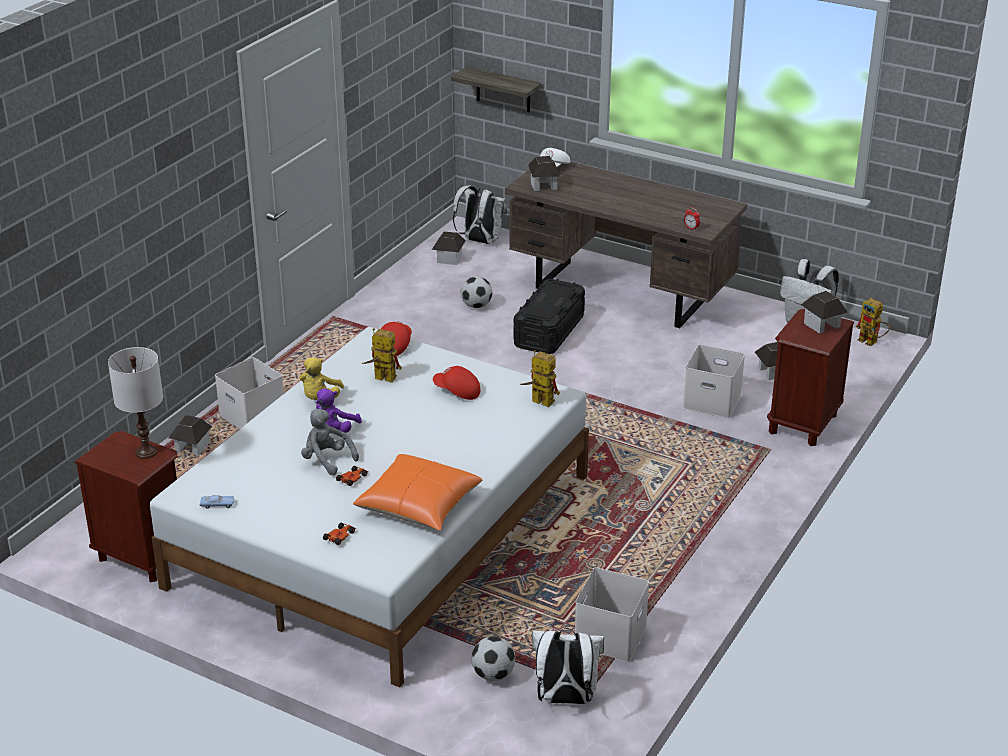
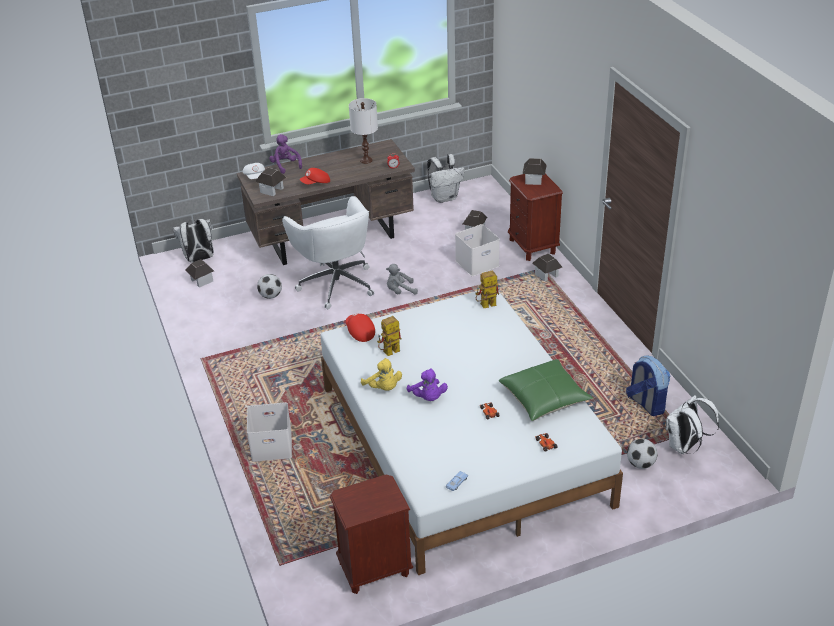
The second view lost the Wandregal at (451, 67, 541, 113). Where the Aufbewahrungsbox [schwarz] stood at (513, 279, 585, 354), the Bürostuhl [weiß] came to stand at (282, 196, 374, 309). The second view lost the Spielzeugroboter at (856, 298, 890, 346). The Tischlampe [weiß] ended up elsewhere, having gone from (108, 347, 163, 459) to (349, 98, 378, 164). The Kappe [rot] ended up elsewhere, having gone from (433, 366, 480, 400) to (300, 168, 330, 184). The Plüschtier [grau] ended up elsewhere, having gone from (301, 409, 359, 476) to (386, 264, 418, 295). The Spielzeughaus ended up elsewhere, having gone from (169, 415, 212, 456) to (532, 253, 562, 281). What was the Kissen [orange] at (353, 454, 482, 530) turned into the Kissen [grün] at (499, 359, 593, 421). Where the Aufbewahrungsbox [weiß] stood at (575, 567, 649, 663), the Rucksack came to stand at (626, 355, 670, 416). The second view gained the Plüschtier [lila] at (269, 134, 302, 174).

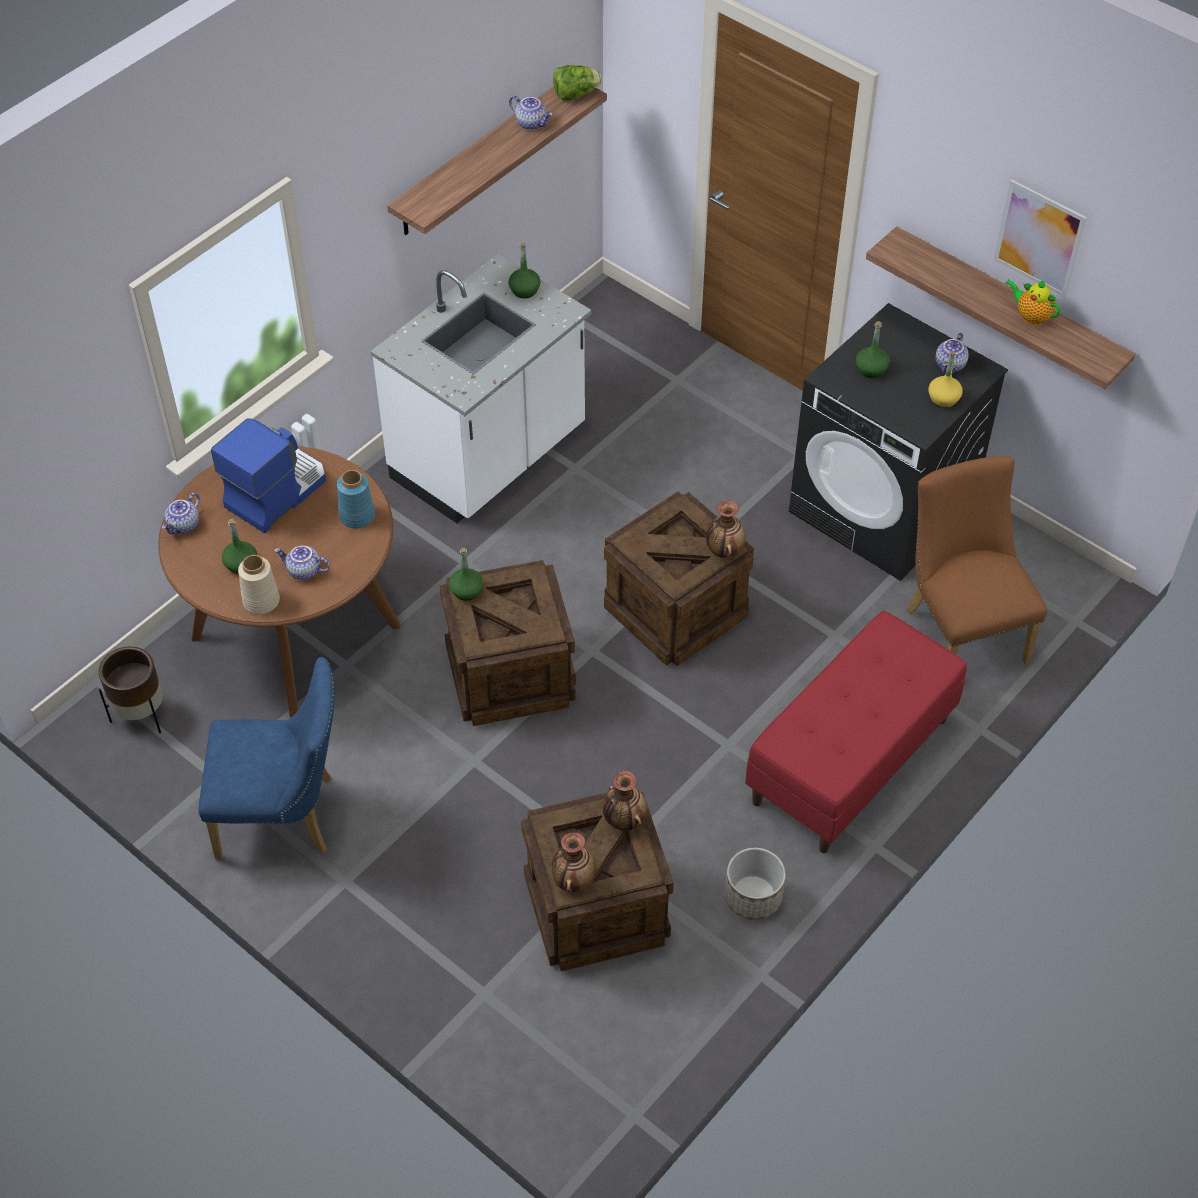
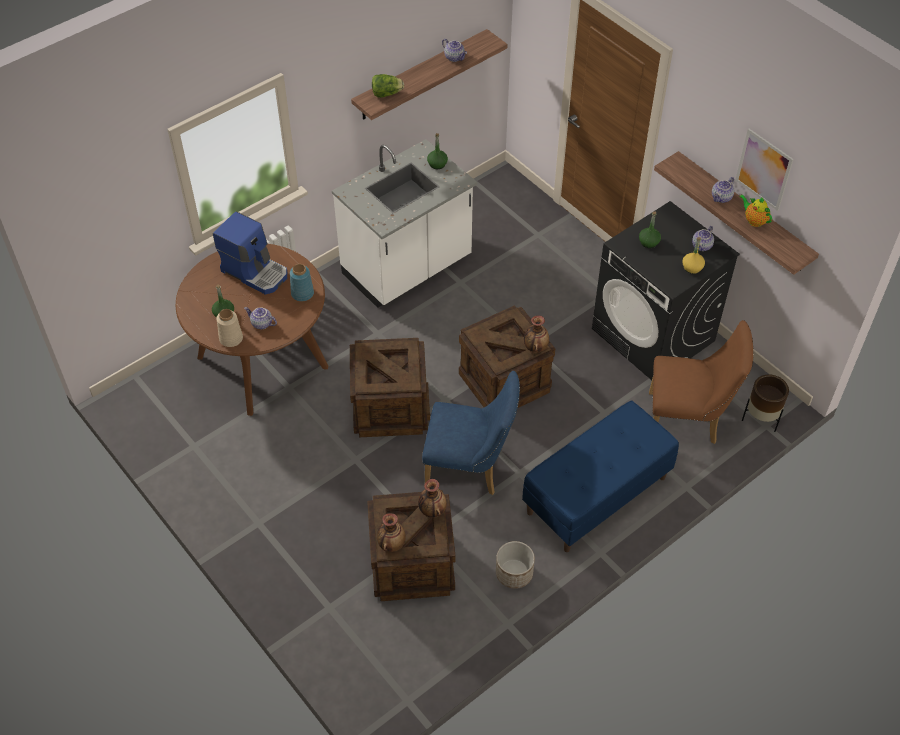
The Salatkopf ended up elsewhere, having gone from (553, 65, 602, 101) to (372, 74, 404, 98). The Kaffeemaschine at (211, 418, 326, 533) ended up facing another way, 75 degrees clockwise from before. The Stuhl [braun] at (906, 456, 1047, 664) ended up facing another way, 105 degrees clockwise from before. The Teekanne ended up elsewhere, having gone from (162, 493, 200, 534) to (712, 177, 734, 203). The second view lost the Flasche [grün] at (449, 548, 483, 601). What was the Bank [rot] at (745, 611, 967, 853) turned into the Bank [blau] at (522, 401, 679, 552). The Pflanzkübel [braun] ended up elsewhere, having gone from (99, 647, 163, 733) to (742, 374, 789, 432). The Stuhl [blau] ended up elsewhere, having gone from (198, 657, 334, 859) to (422, 371, 520, 495).

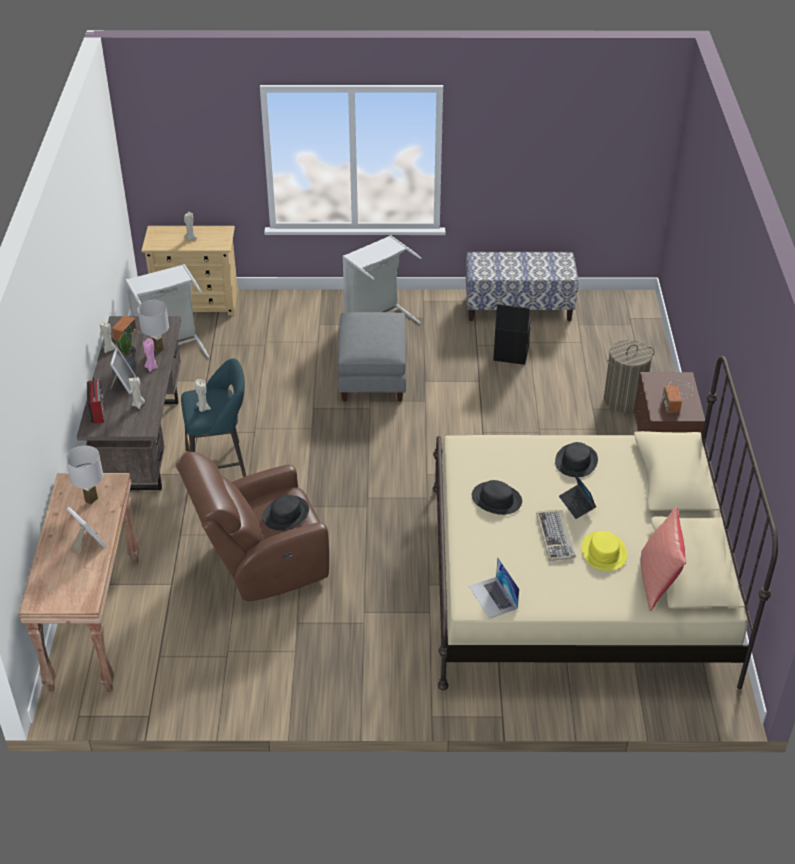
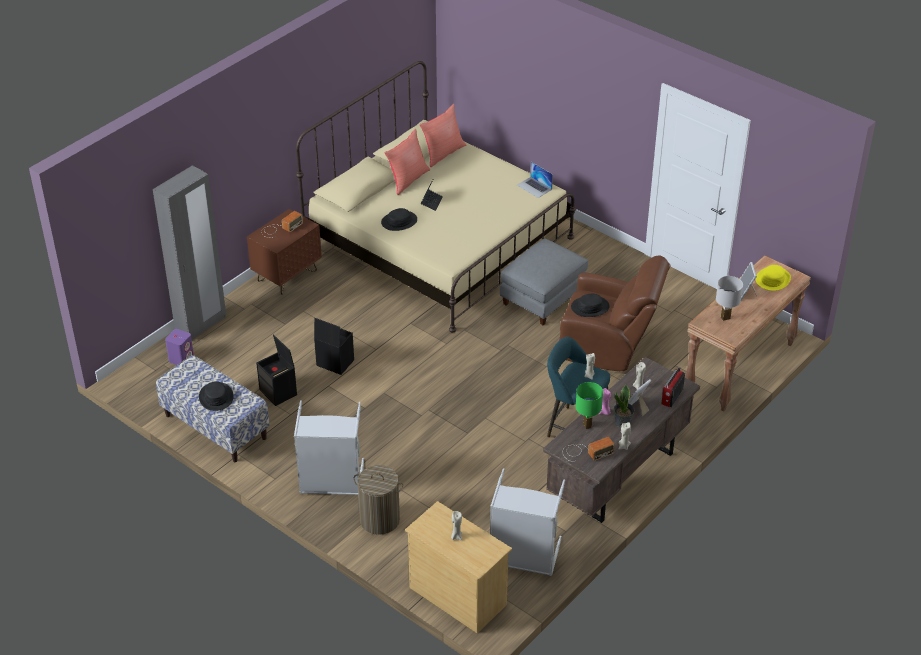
What was the Tischlampe [weiß] at (137, 300, 169, 353) turned into the Tischlampe [grün] at (575, 382, 603, 429). The Polsterhocker [grau] ended up elsewhere, having gone from (338, 312, 406, 401) to (500, 238, 588, 325). The Wäschekorb ended up elsewhere, having gone from (604, 340, 654, 413) to (353, 465, 403, 535). The Hut [schwarz] ended up elsewhere, having gone from (472, 480, 522, 515) to (199, 381, 234, 411). The second view lost the Tastatur at (536, 510, 576, 561). The Hut [gelb] ended up elsewhere, having gone from (581, 531, 627, 571) to (756, 265, 791, 291). The Laptop at (469, 557, 519, 619) ended up facing another way, 120 degrees clockwise from before. The second view gained the Kissen [rot] at (385, 129, 430, 195). The second view gained the Kleiderschrank [grau] at (153, 165, 226, 340). The second view gained the Aufbewahrungsbox [schwarz] at (314, 318, 354, 375). The second view gained the Lautsprecher [lila] at (165, 329, 194, 365).

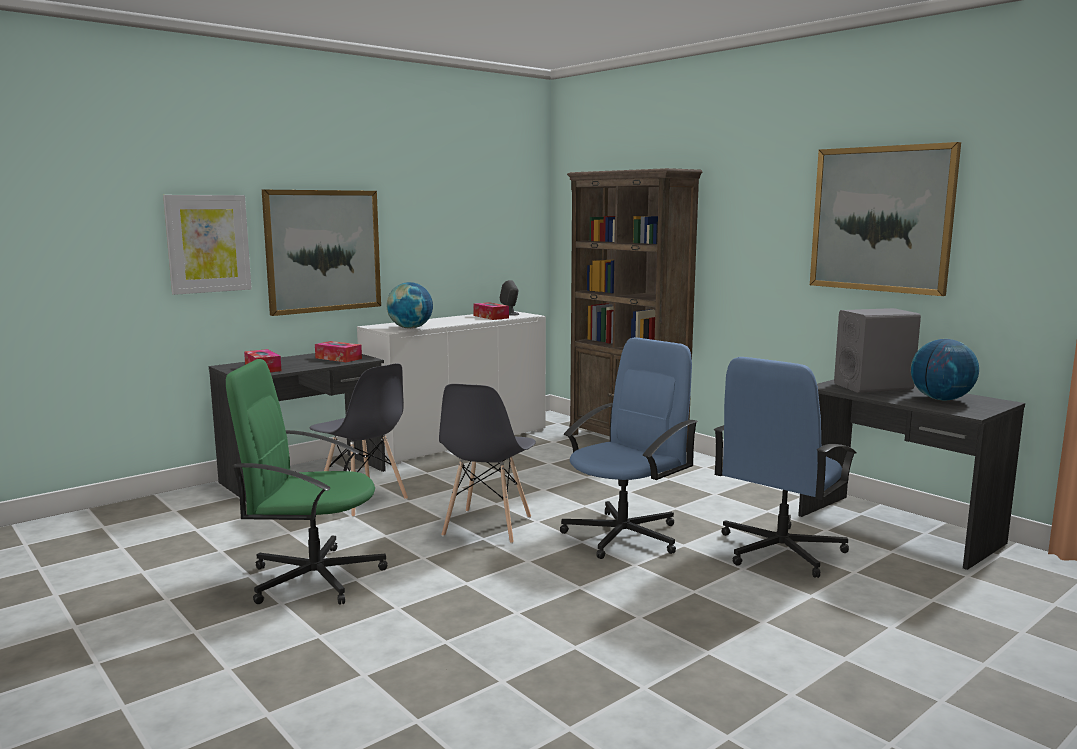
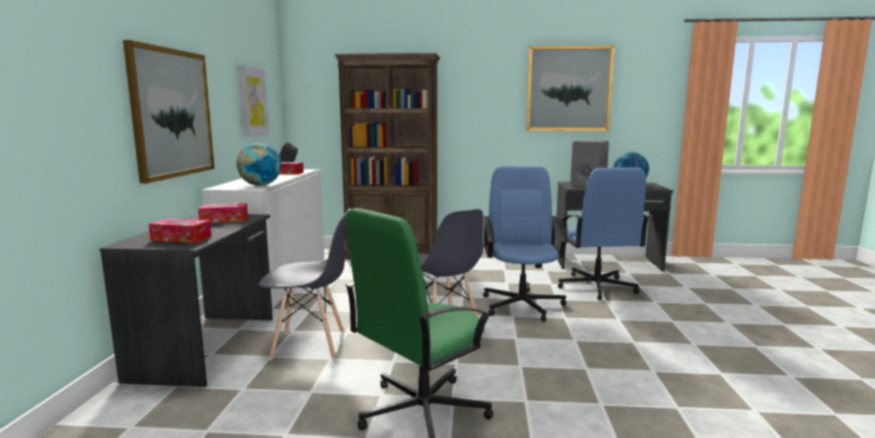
The Bild ended up elsewhere, having gone from (163, 195, 252, 295) to (238, 65, 269, 137).

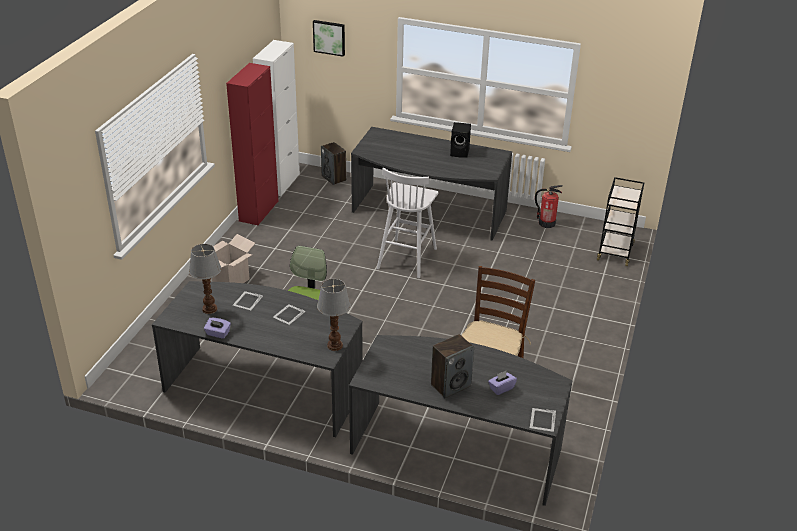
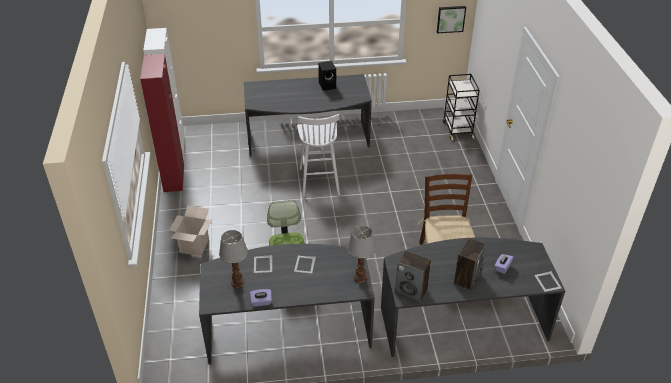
The Bild ended up elsewhere, having gone from (313, 20, 345, 57) to (437, 6, 466, 33). The Lautsprecher ended up elsewhere, having gone from (321, 142, 346, 185) to (395, 251, 431, 302). The second view lost the Feuerlöscher at (535, 185, 563, 228).

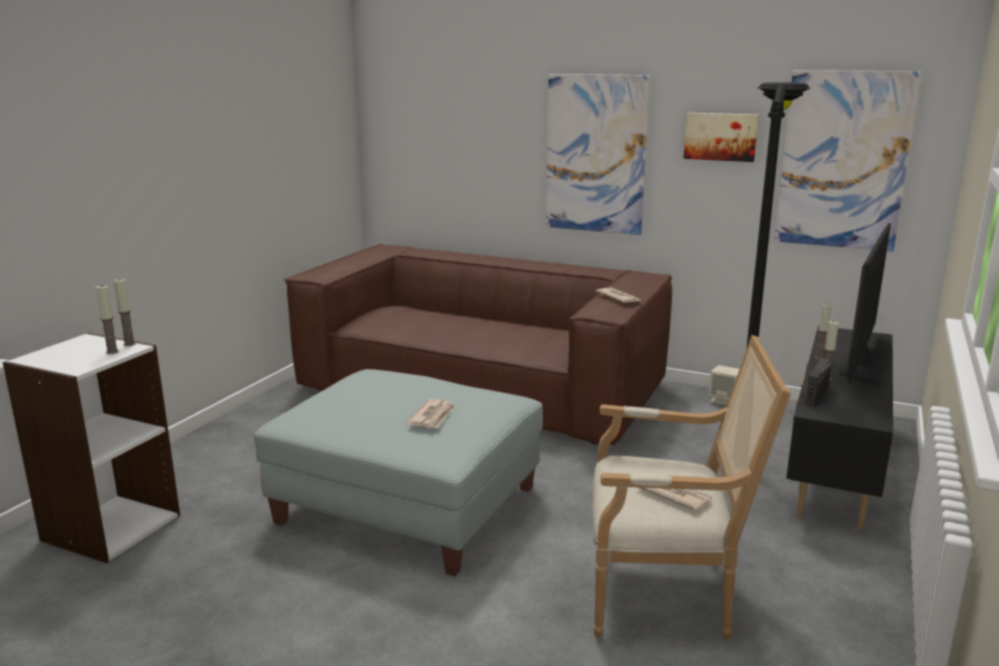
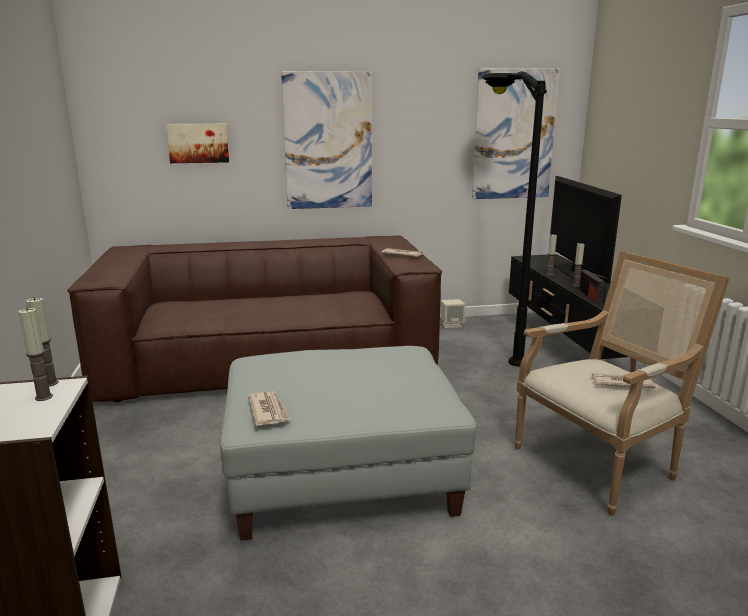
The Bild ended up elsewhere, having gone from (684, 113, 759, 162) to (166, 124, 229, 163). The Zeitung ended up elsewhere, having gone from (406, 399, 455, 428) to (248, 391, 291, 426).

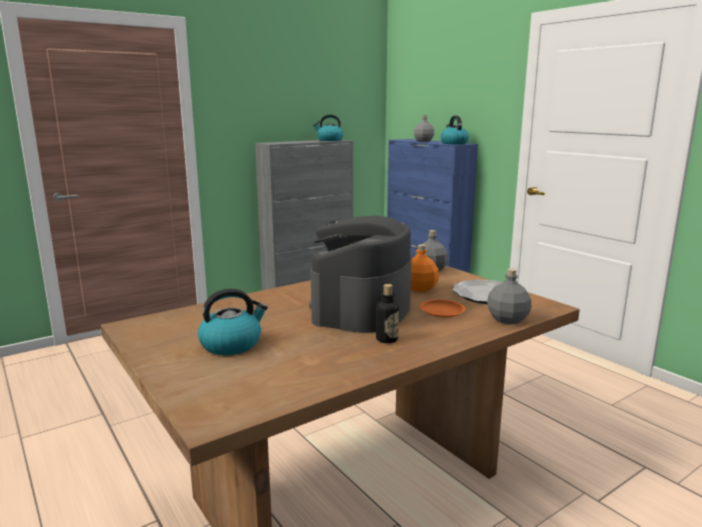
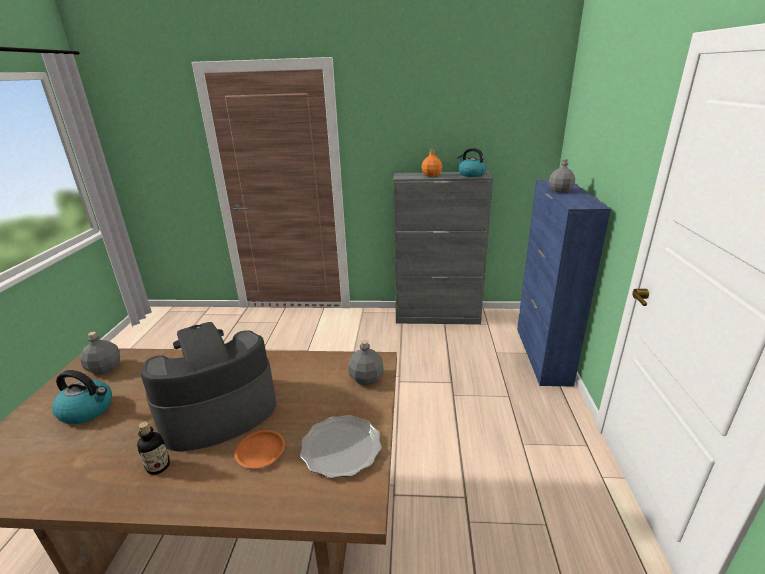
The second view lost the Wasserkessel at (441, 116, 469, 144). The Flasche [orange] ended up elsewhere, having gone from (411, 244, 439, 292) to (422, 149, 442, 177). The Flasche [grau] ended up elsewhere, having gone from (487, 268, 531, 324) to (80, 332, 120, 375).

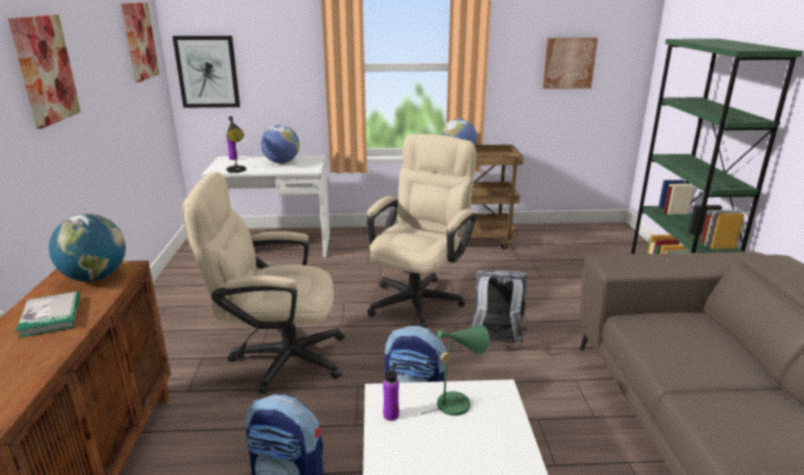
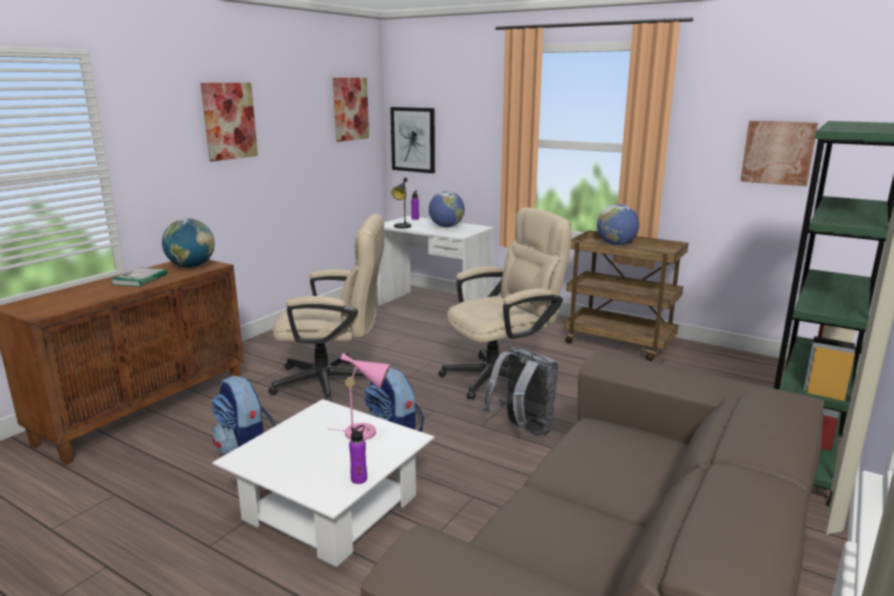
The Bürostuhl [beige] at (182, 172, 345, 394) ended up facing another way, 150 degrees clockwise from before. What was the Tischlampe [grün] at (421, 325, 489, 416) turned into the Tischlampe [rosa] at (327, 353, 390, 440). The Flasche [lila] ended up elsewhere, having gone from (383, 364, 399, 421) to (349, 425, 367, 484).

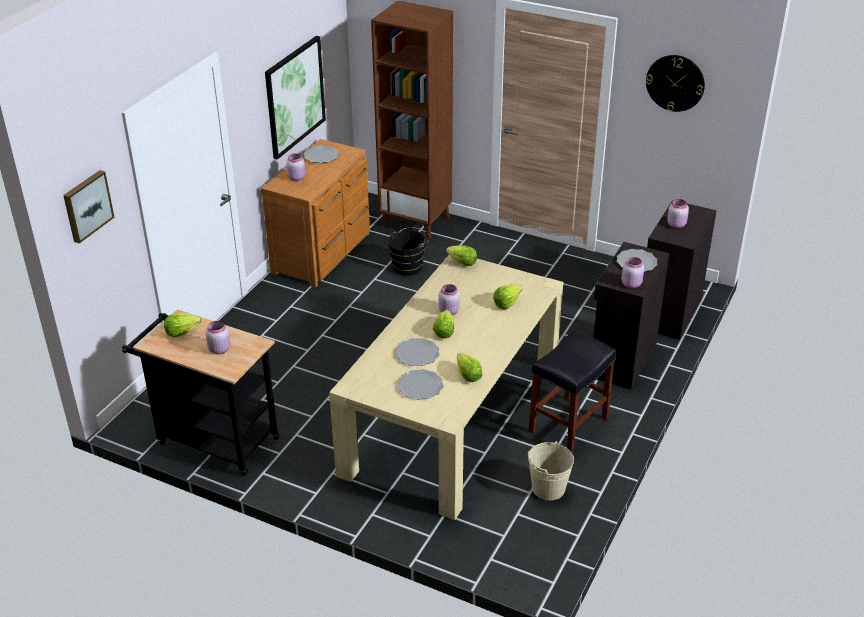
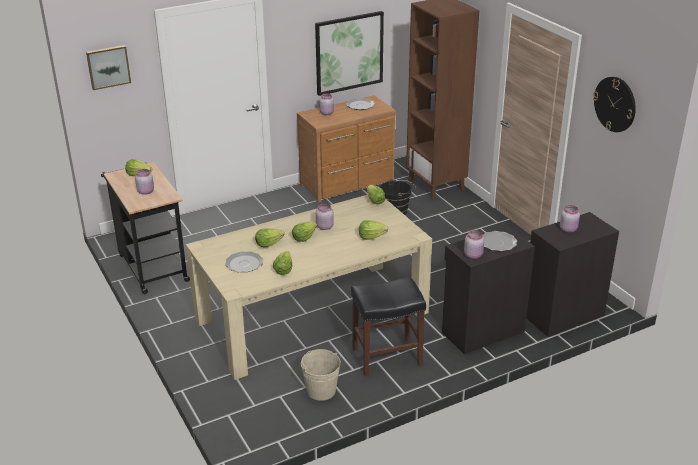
Where the Teller stood at (395, 338, 439, 366), the Salatkopf came to stand at (255, 228, 284, 248).

